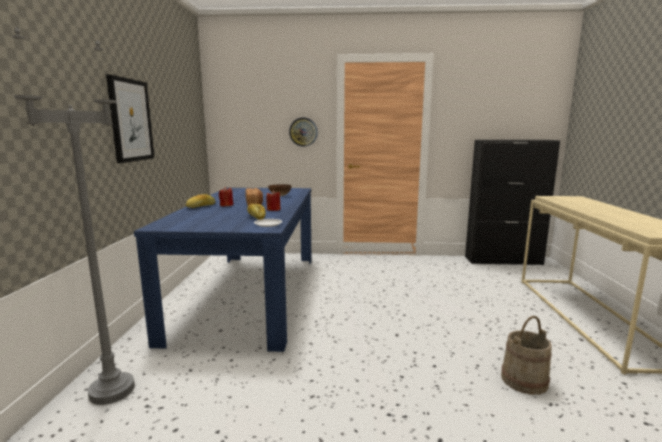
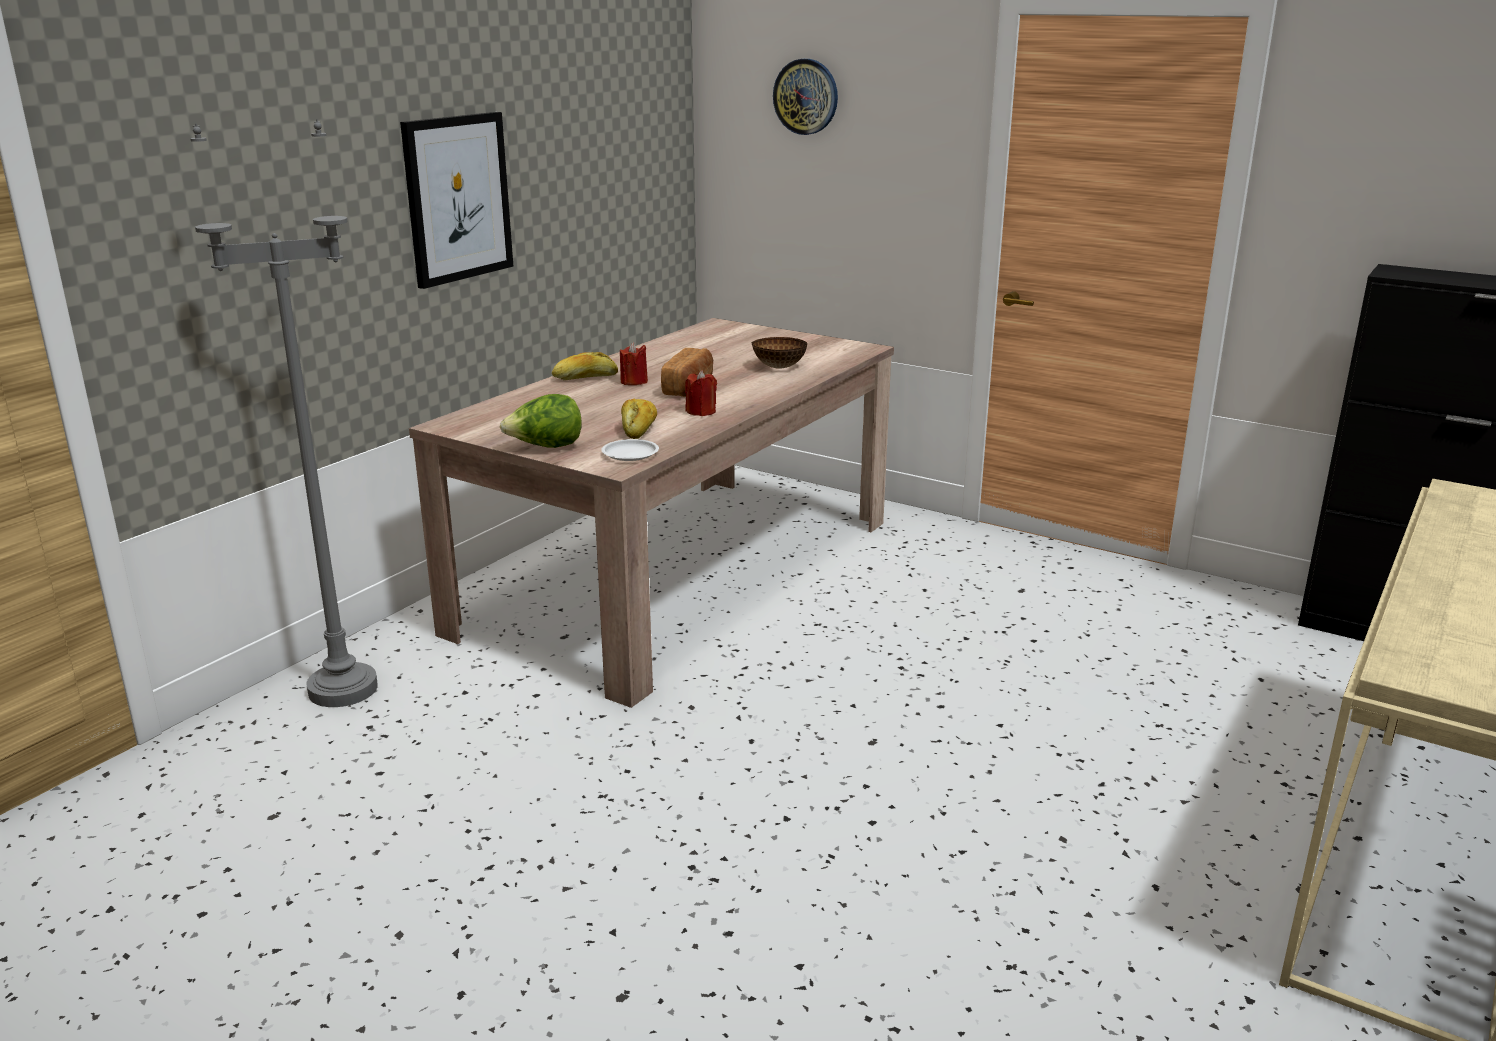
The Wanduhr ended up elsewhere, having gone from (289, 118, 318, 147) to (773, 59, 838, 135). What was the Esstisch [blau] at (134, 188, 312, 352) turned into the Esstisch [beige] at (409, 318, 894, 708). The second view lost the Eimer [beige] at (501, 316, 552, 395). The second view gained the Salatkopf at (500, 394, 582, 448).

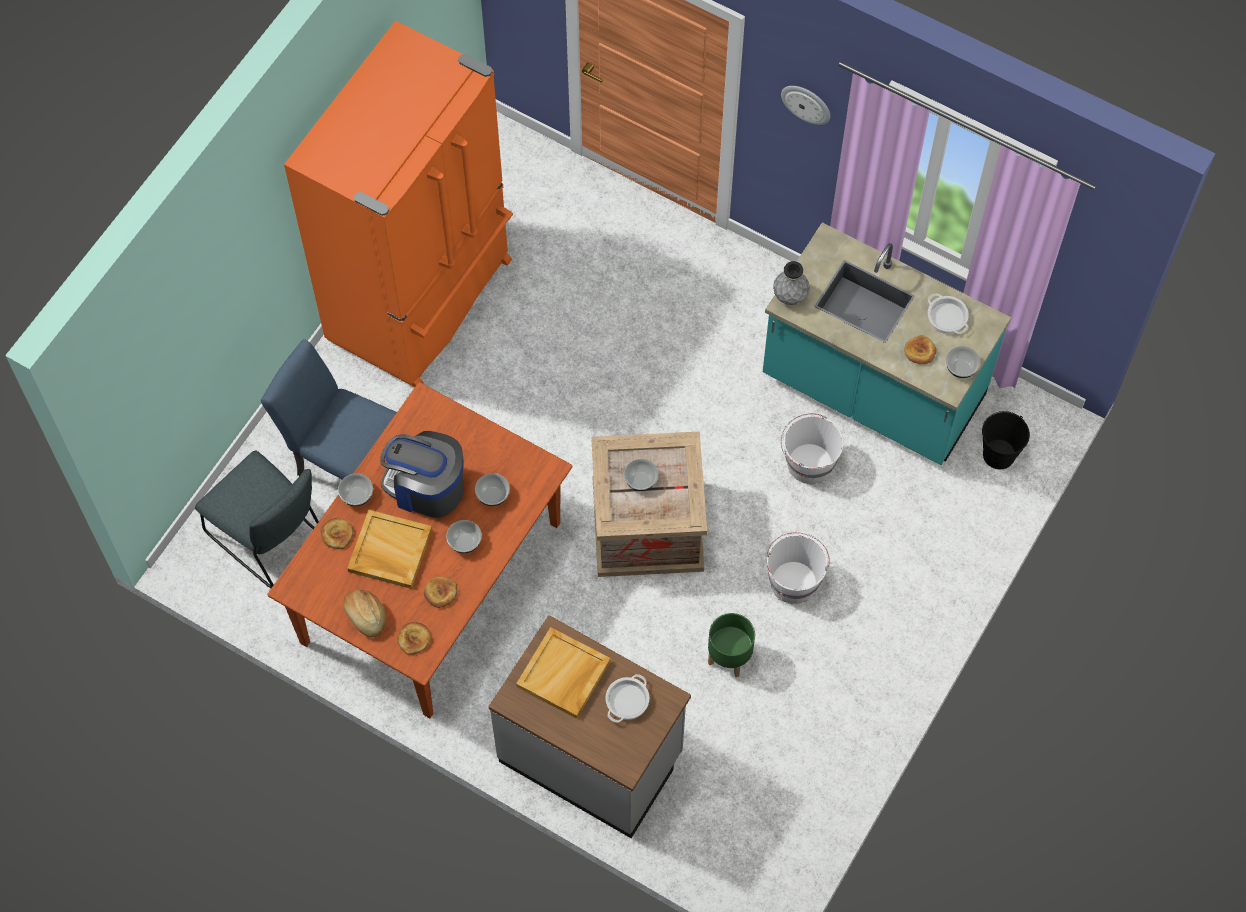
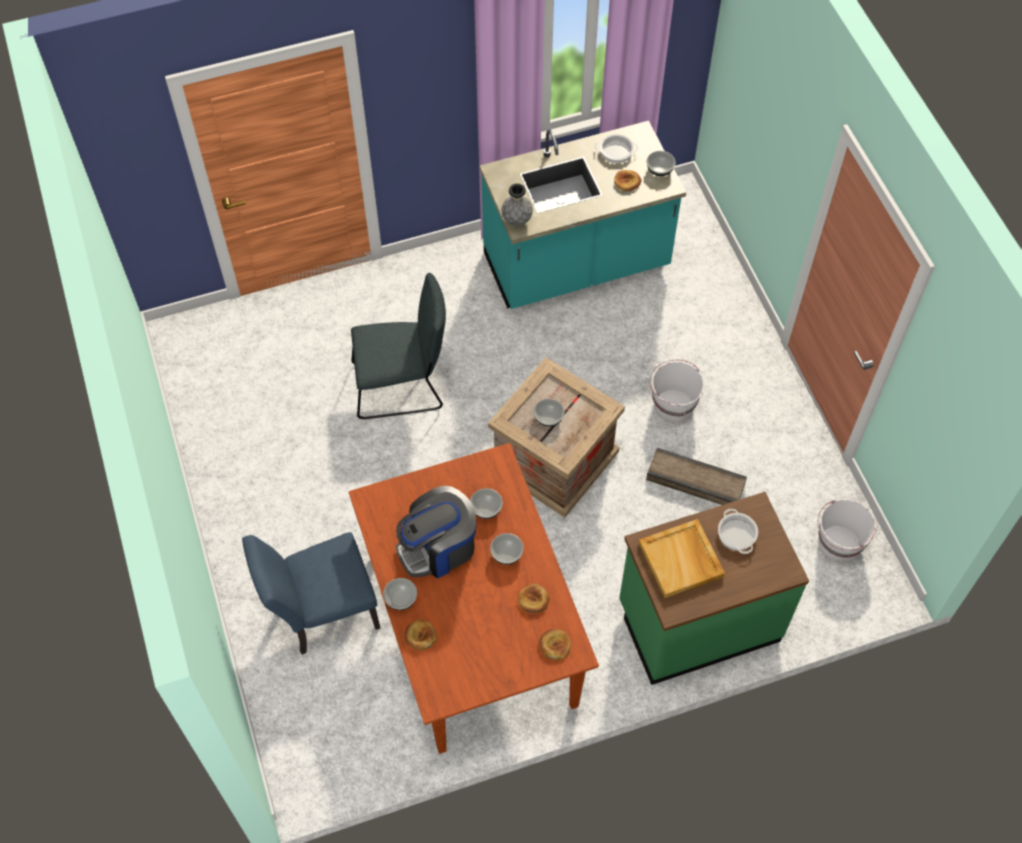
The second view lost the Kühlschrank [orange] at (284, 20, 513, 387). The second view lost the Wanduhr at (781, 86, 830, 125). The second view lost the Eimer [schwarz] at (982, 411, 1030, 469). The Eimer [weiß] ended up elsewhere, having gone from (781, 413, 844, 484) to (818, 499, 876, 563). The Stuhl [grau] ended up elsewhere, having gone from (195, 451, 319, 588) to (351, 273, 446, 419). The second view lost the Tablett [beige] at (347, 510, 432, 589). The second view lost the Brot at (343, 590, 386, 637). Where the Pflanzkübel [grün] stood at (708, 613, 755, 677), the Kiste came to stand at (646, 448, 747, 505). What was the Küchenzeile [grau] at (489, 615, 691, 838) turned into the Küchenzeile [grün] at (619, 492, 809, 685).

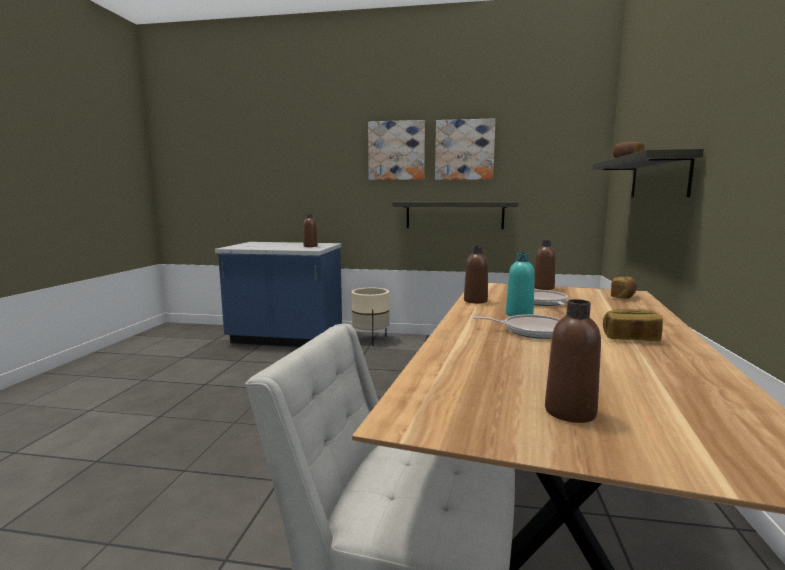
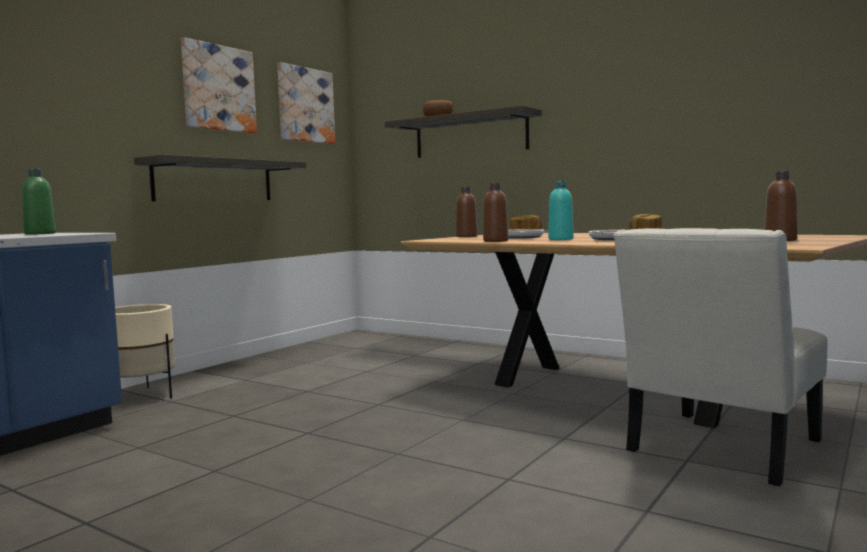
The Bild ended up elsewhere, having gone from (368, 120, 425, 180) to (277, 62, 335, 144). What was the Flasche [braun] at (304, 214, 318, 247) turned into the Flasche [grün] at (22, 168, 56, 235).

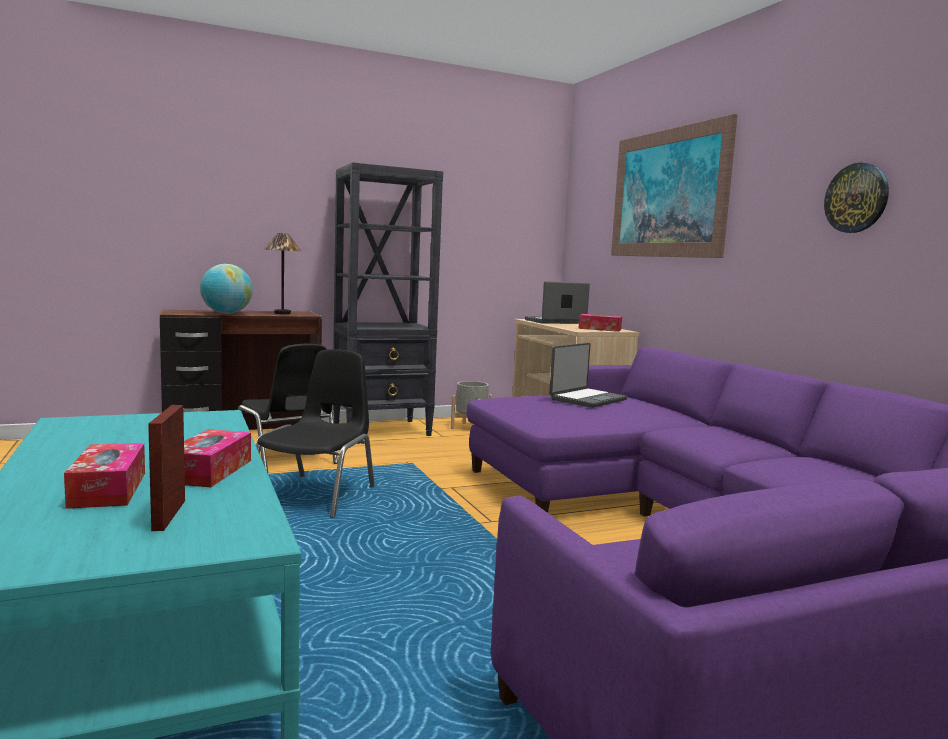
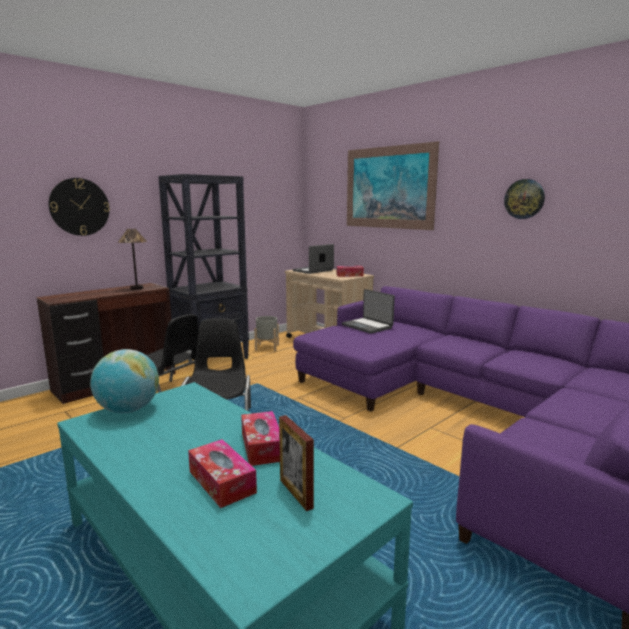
The Globus ended up elsewhere, having gone from (200, 264, 253, 314) to (90, 349, 159, 413). The Laptop at (549, 343, 628, 408) ended up facing another way, 120 degrees clockwise from before. The second view gained the Wanduhr at (49, 178, 110, 236).

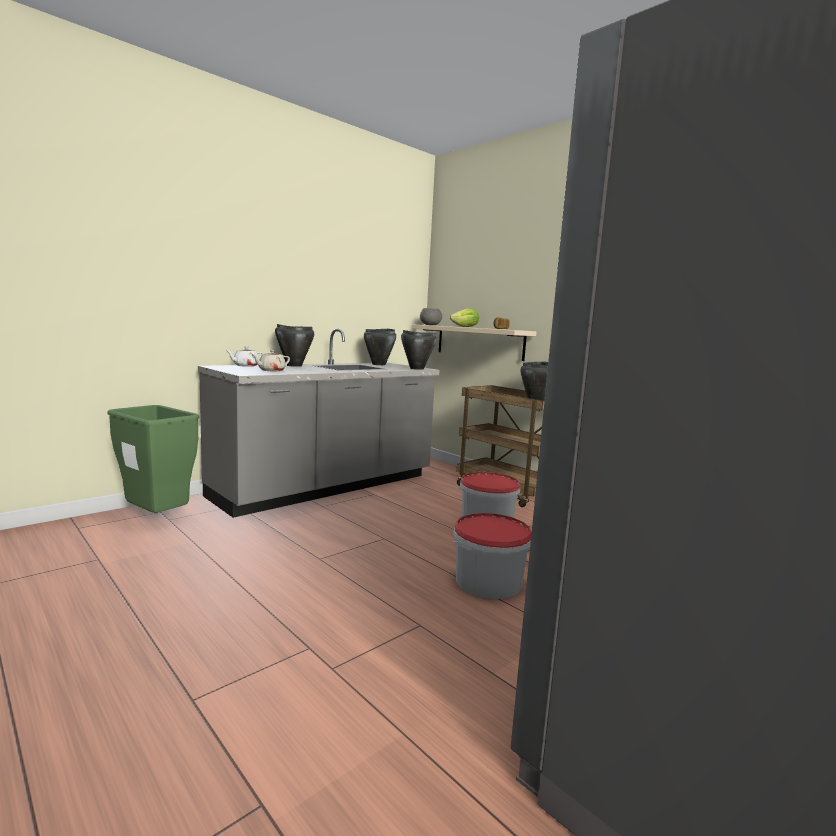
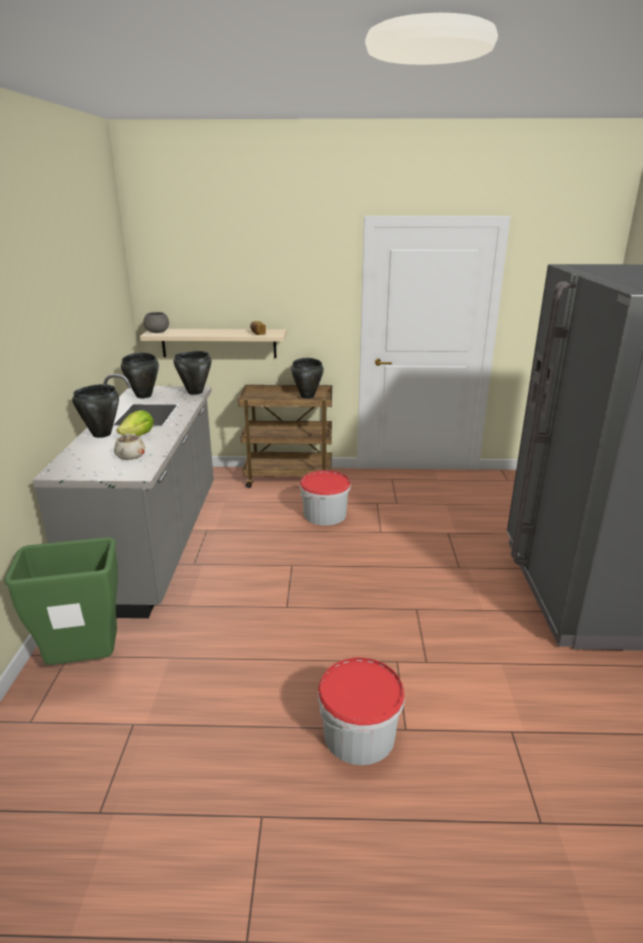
The Salatkopf ended up elsewhere, having gone from (450, 308, 479, 327) to (116, 410, 154, 436). The second view lost the Teekanne [weiß] at (227, 346, 264, 367). The Eimer ended up elsewhere, having gone from (453, 513, 532, 599) to (318, 658, 405, 765).

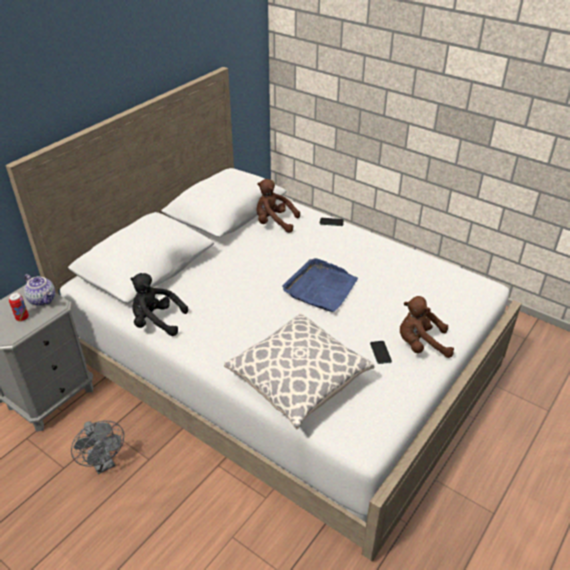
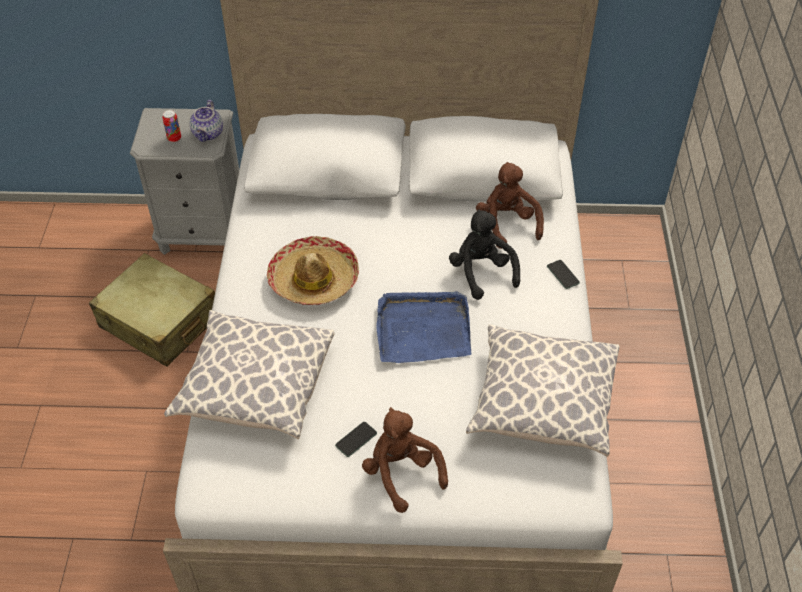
The Plüschtier [schwarz] ended up elsewhere, having gone from (130, 273, 188, 336) to (449, 209, 520, 300). Where the Ventilator [grau] stood at (71, 420, 124, 474), the Koffer [beige] came to stand at (89, 253, 215, 367). The second view gained the Hut at (267, 236, 359, 305). The second view gained the Kissen at (466, 324, 619, 457).

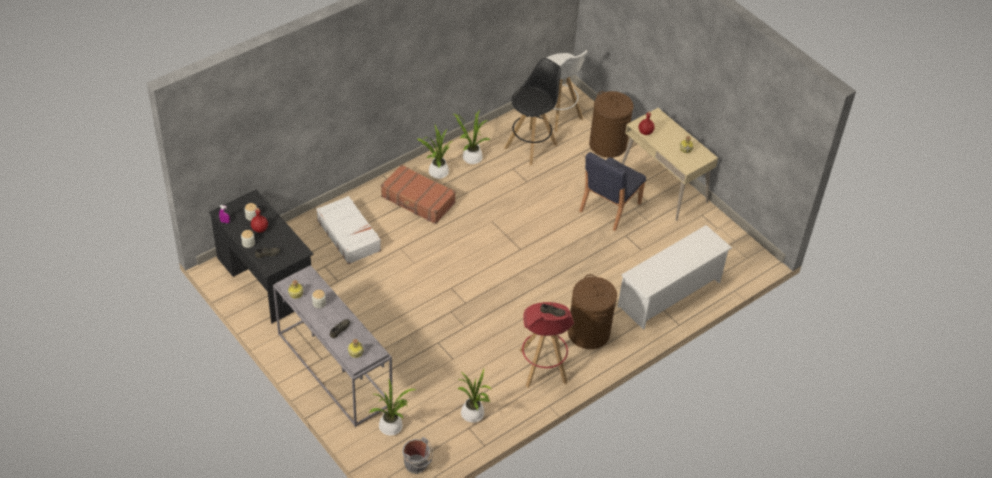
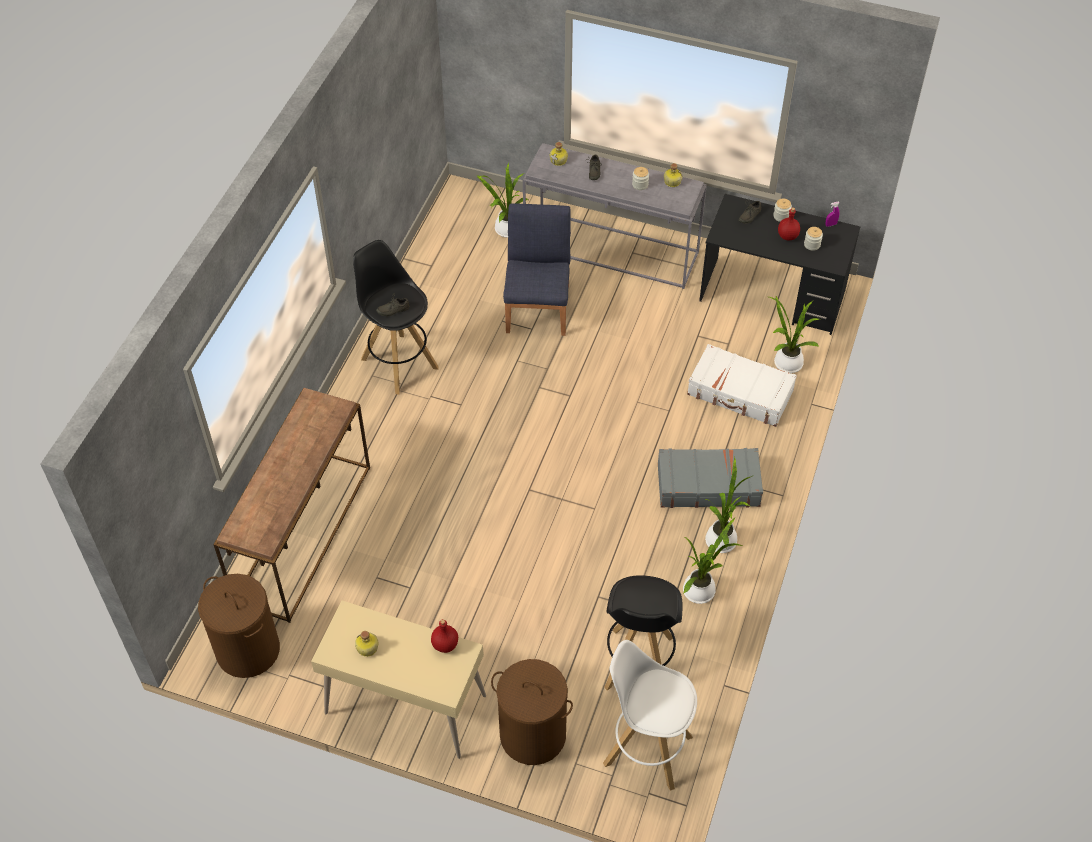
The Stuhl [blau] ended up elsewhere, having gone from (579, 152, 646, 231) to (503, 204, 571, 336). What was the Koffer [braun] at (381, 164, 456, 224) turned into the Koffer [grau] at (658, 448, 763, 508). Where the Schuhregal [weiß] stood at (618, 225, 732, 330), the Konsolentisch [braun] came to stand at (213, 388, 370, 623). The Wäschekorb [braun] ended up elsewhere, having gone from (568, 274, 617, 349) to (198, 574, 280, 678). What was the Hocker [rot] at (519, 302, 574, 387) turned into the Hocker [schwarz] at (353, 240, 439, 395). The Topfpflanze ended up elsewhere, having gone from (458, 369, 491, 423) to (769, 296, 819, 373). The second view lost the Eimer [grau] at (402, 437, 433, 474).

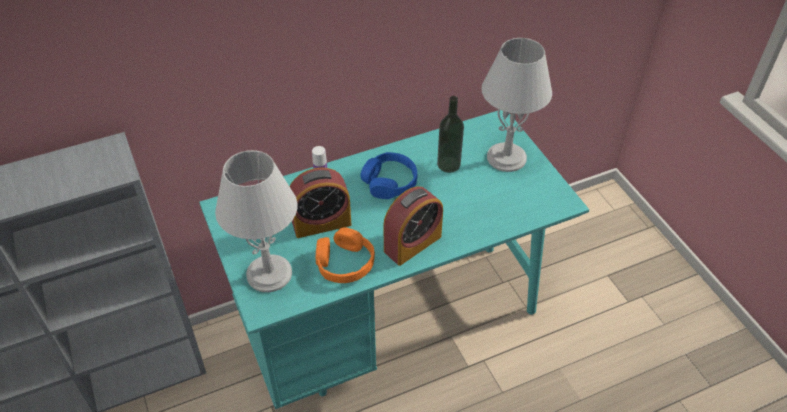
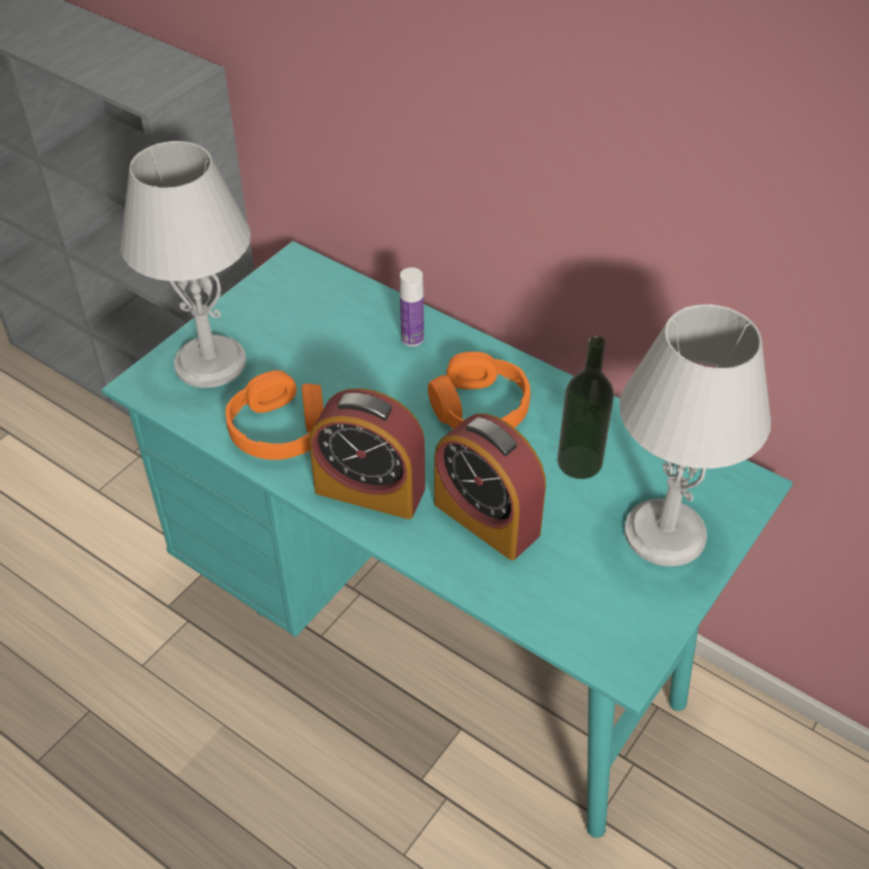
What was the Kopfhörer [blau] at (361, 152, 417, 199) turned into the Kopfhörer [orange] at (428, 352, 530, 429). The Wecker ended up elsewhere, having gone from (290, 168, 351, 238) to (434, 413, 546, 560).

